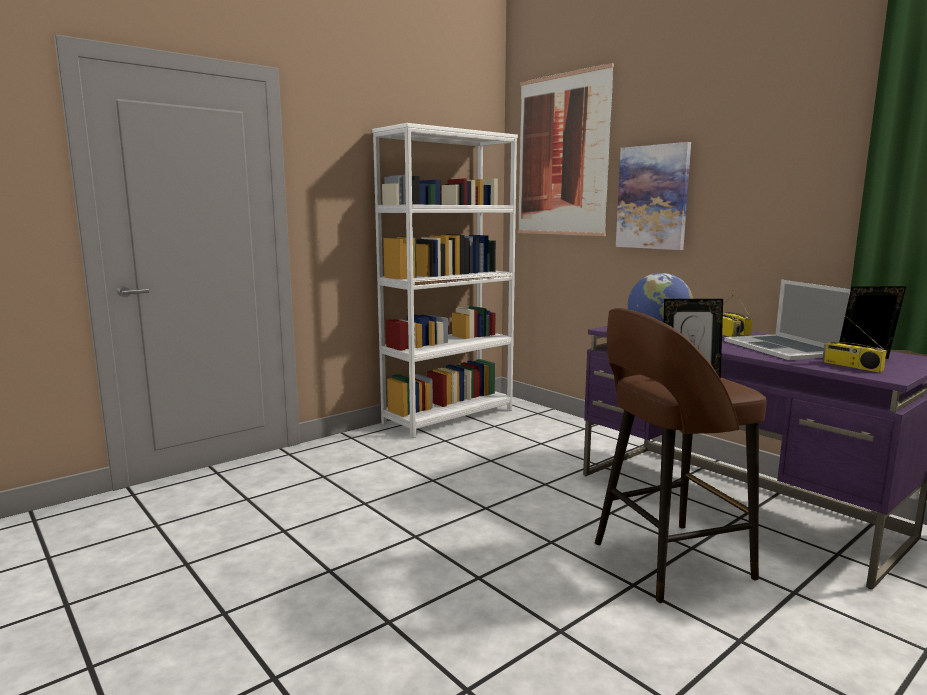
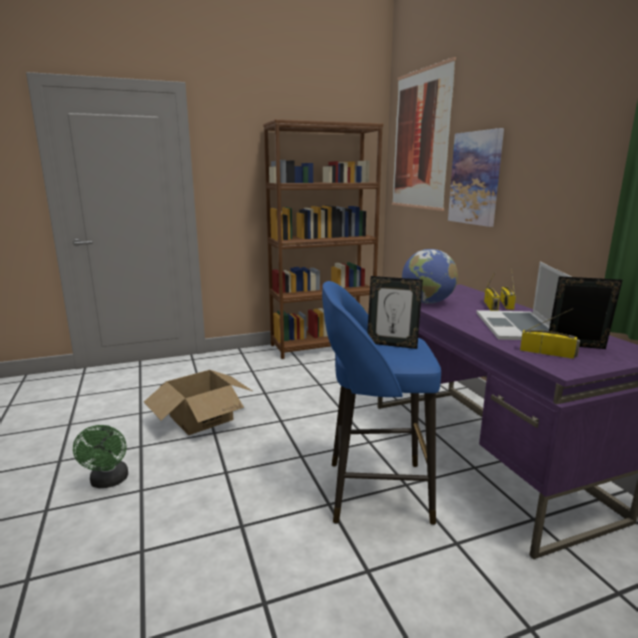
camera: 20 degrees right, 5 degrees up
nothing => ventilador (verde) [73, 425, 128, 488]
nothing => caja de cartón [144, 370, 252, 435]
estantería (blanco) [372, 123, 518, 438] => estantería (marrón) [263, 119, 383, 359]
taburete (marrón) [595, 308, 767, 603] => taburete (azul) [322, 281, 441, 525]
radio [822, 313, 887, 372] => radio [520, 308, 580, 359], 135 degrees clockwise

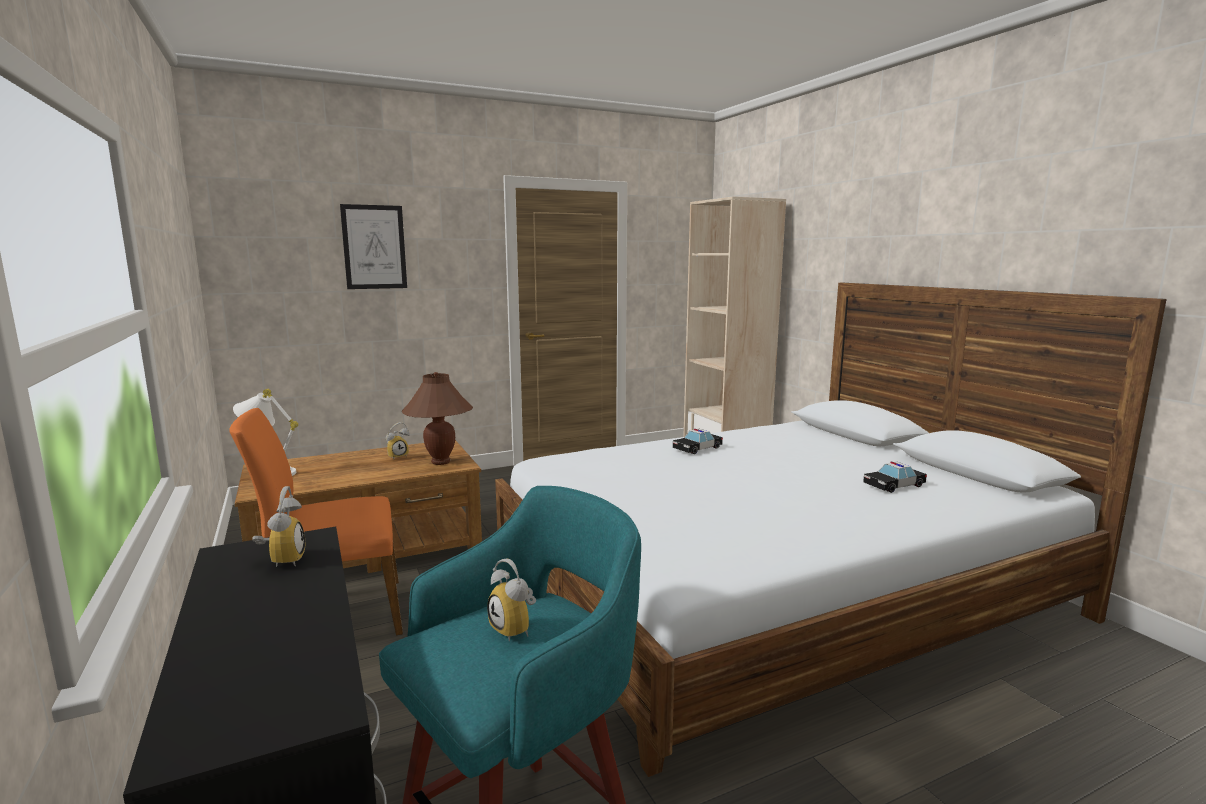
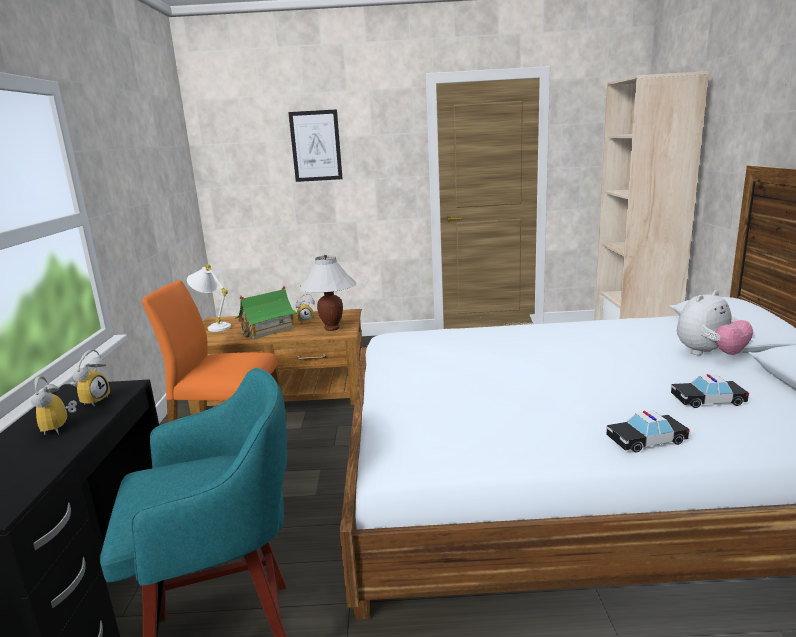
camera: 25 degrees right, 5 degrees up
despertador [487, 558, 536, 641] => despertador [31, 376, 77, 435], move
nothing => casita [235, 286, 297, 339]
lámpara de mesa (marrón) [402, 372, 473, 465] => lámpara de mesa (blanco) [299, 255, 356, 331]
coche de juguete [673, 429, 723, 454] => coche de juguete [606, 411, 689, 453], move
nothing => peluche [677, 290, 753, 355]

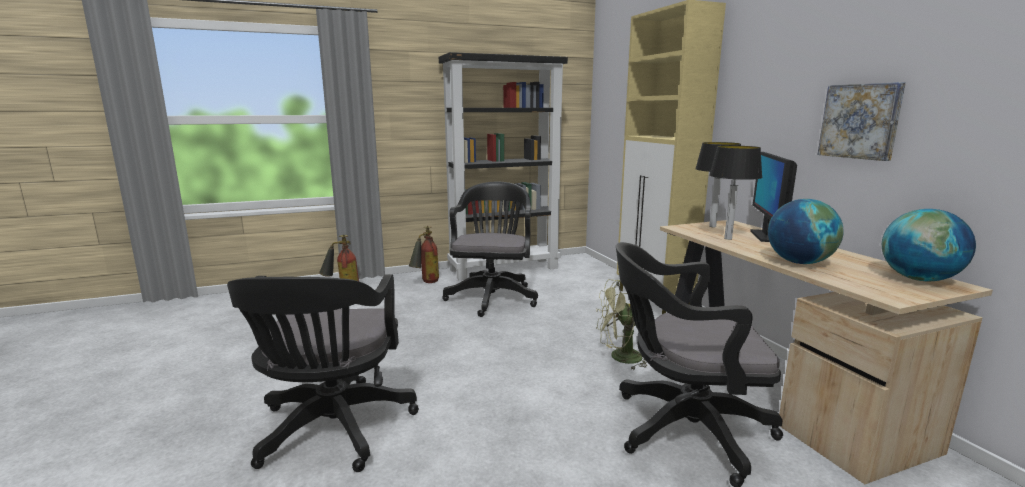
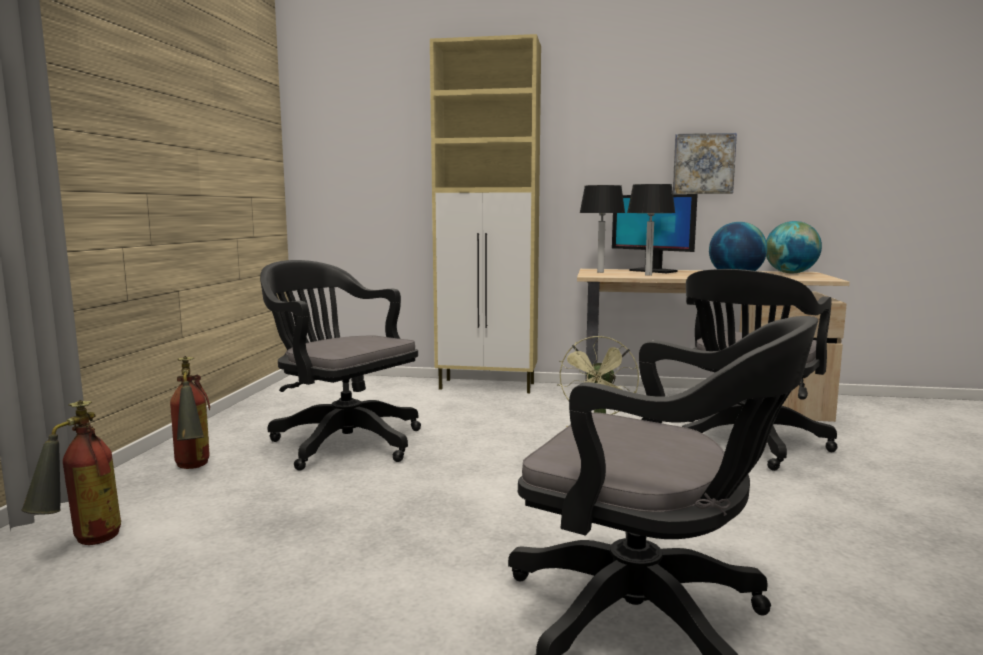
camera: 60 degrees left, 5 degrees down
estantería (negro) [439, 52, 568, 280] => nothing

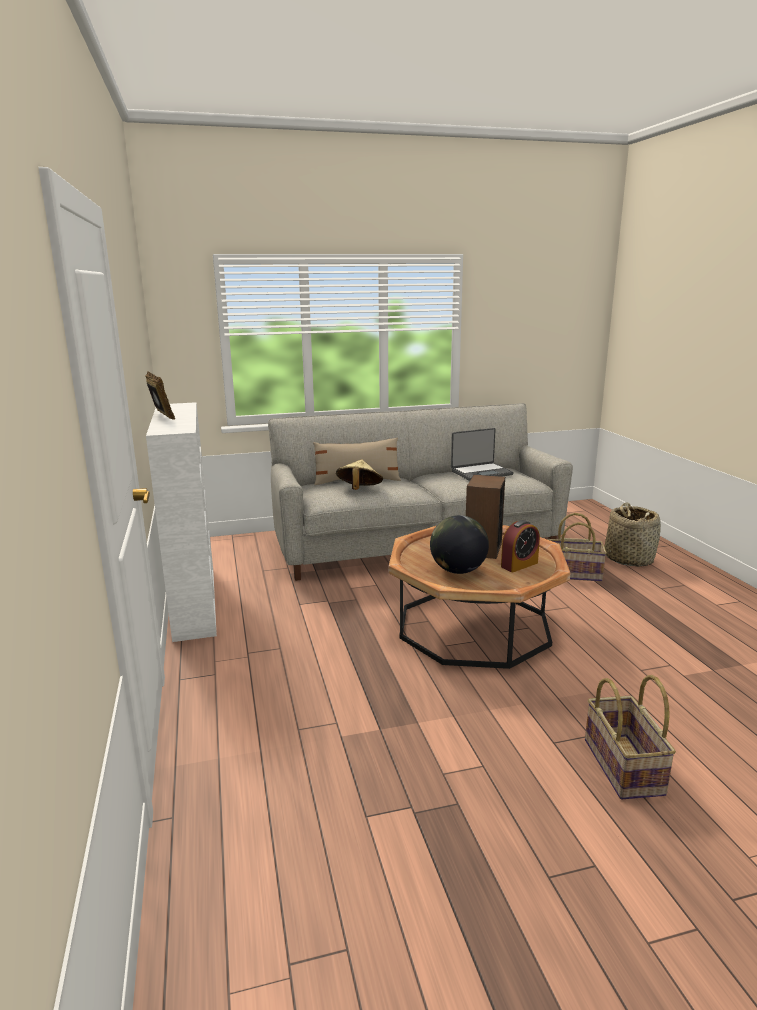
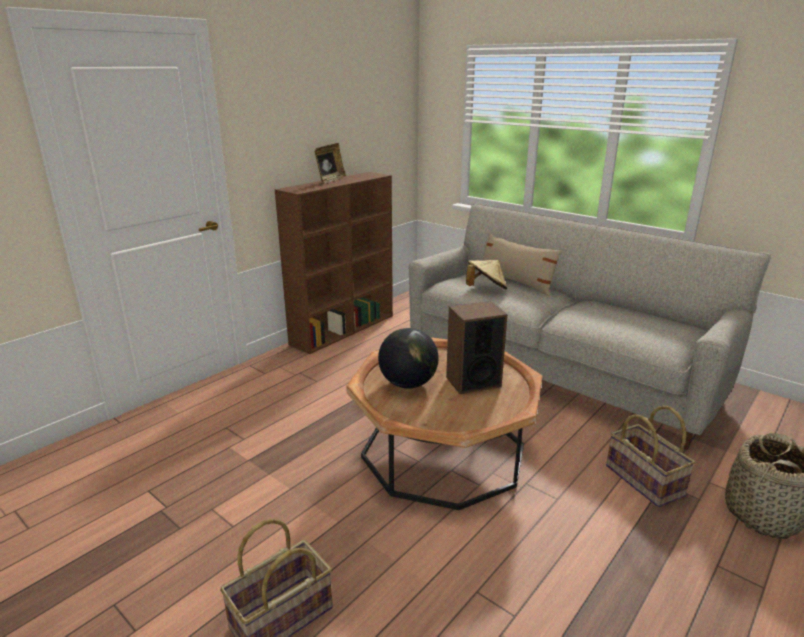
camera: 55 degrees right, 5 degrees up
estantería (blanco) [146, 402, 217, 642] => estantería (marrón) [275, 172, 393, 354]
portátil [451, 428, 514, 481] => nothing
despertador [501, 520, 540, 572] => nothing

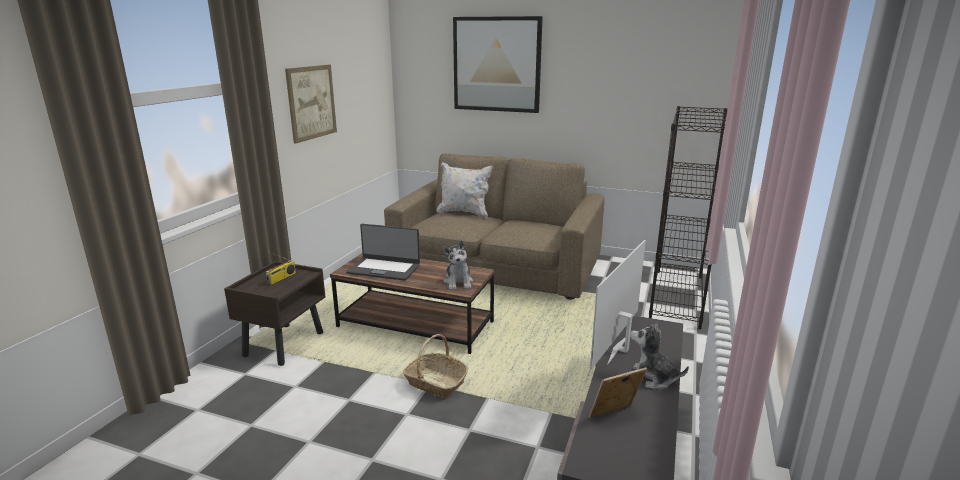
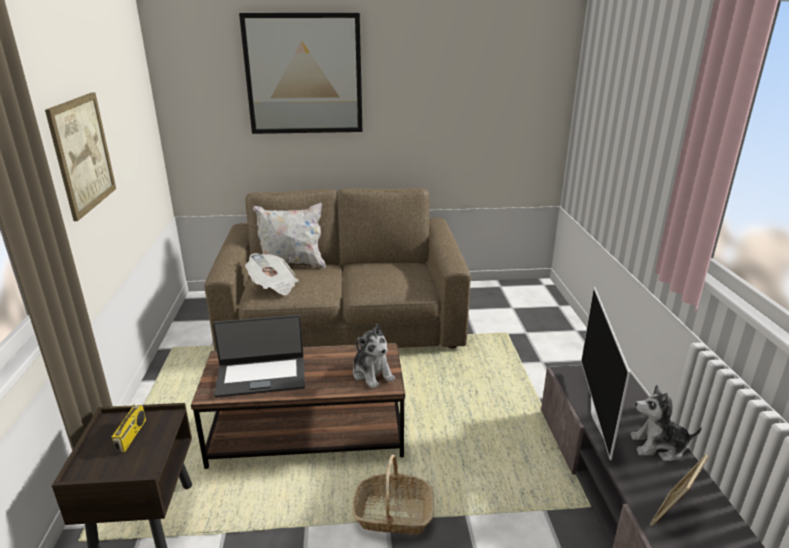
camera: 25 degrees left, 5 degrees up
nothing => periódico [245, 253, 299, 295]
estantería (negro) [649, 106, 728, 329] => nothing

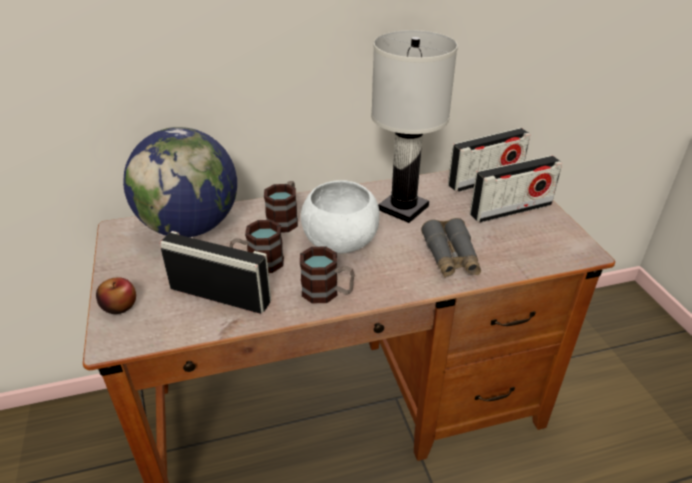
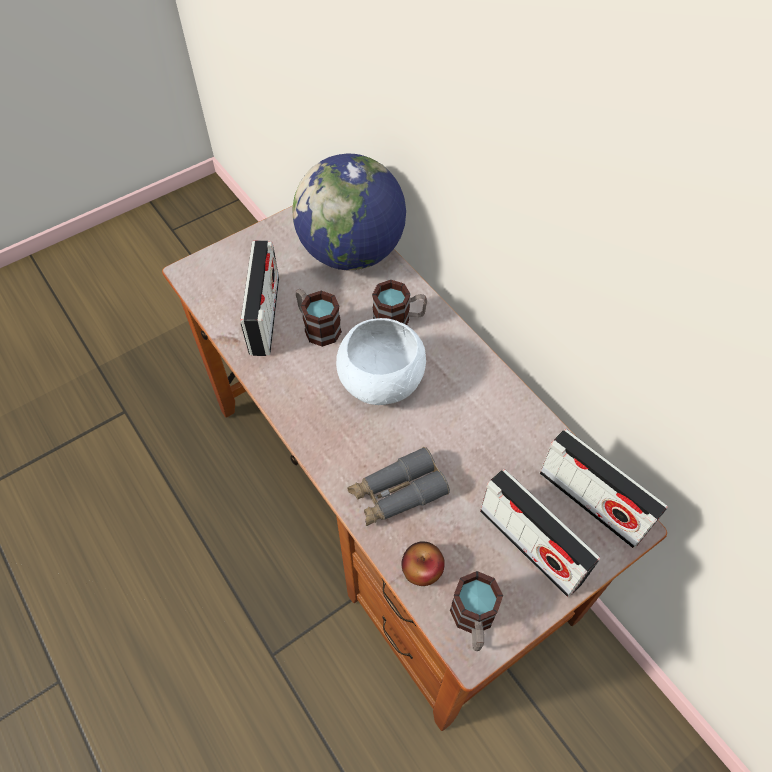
camera: 70 degrees right, 20 degrees up
manzana [96, 277, 136, 314] => manzana [402, 542, 445, 586], move
taza grande [300, 246, 355, 303] => taza grande [450, 571, 503, 651], move
lámpara de mesa (blanco) [371, 30, 458, 223] => nothing

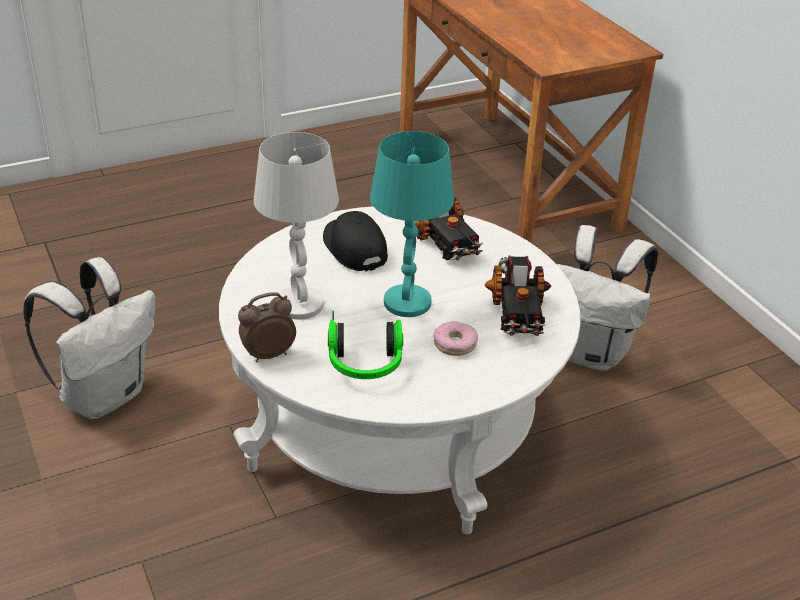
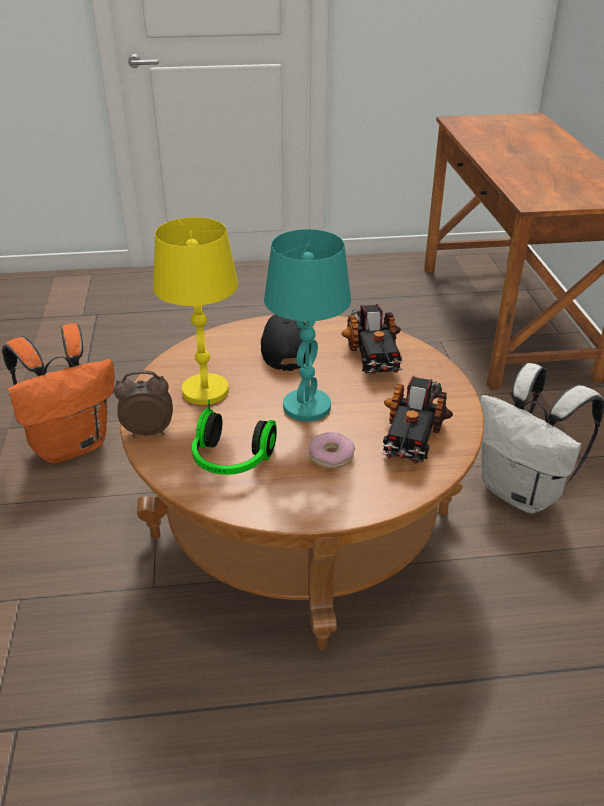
camera: 20 degrees right, 0 degrees up
mochila (blanco) [23, 257, 155, 419] => mochila (naranja) [2, 324, 115, 463]
mesa de centro (blanco) [219, 207, 581, 534] => mesa de centro (marrón) [120, 315, 484, 650]
lámpara de mesa (blanco) [254, 132, 339, 320] => lámpara de mesa (amarillo) [153, 217, 238, 405]

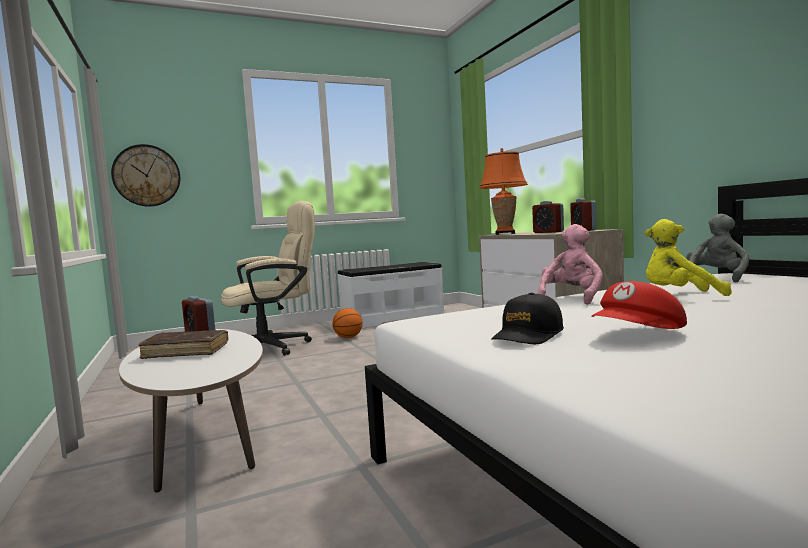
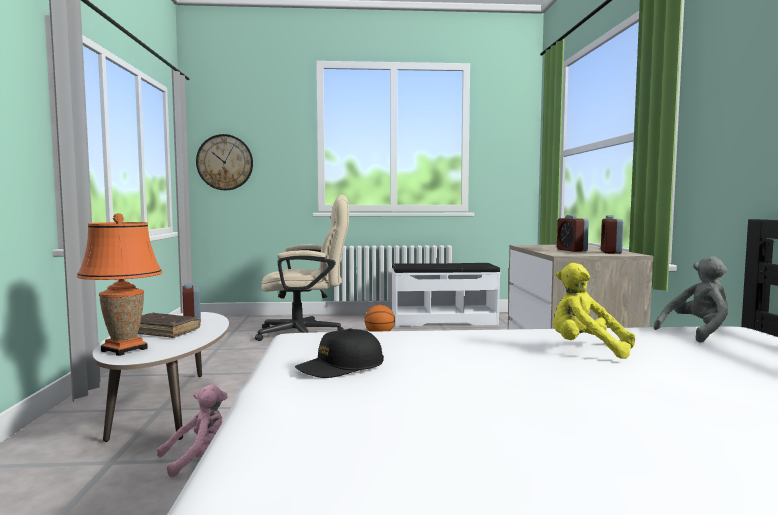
camera: 20 degrees right, 0 degrees up
lámpara de mesa (naranja) [479, 148, 528, 235] => lámpara de mesa (naranja) [77, 213, 163, 356], move
peluche (rosa) [538, 224, 603, 305] => peluche (rosa) [157, 385, 228, 478], move
gorra (rojo) [591, 281, 687, 329] => nothing

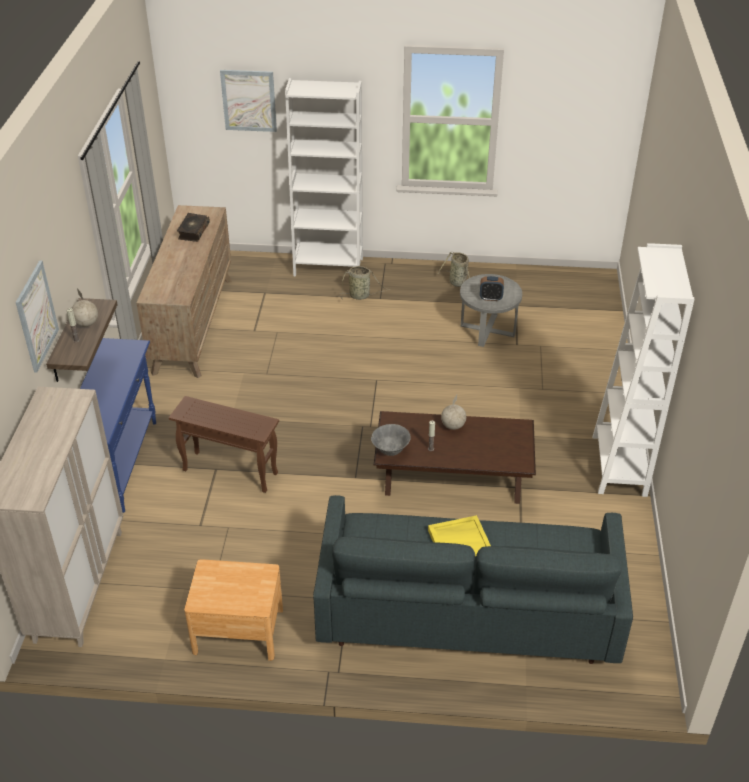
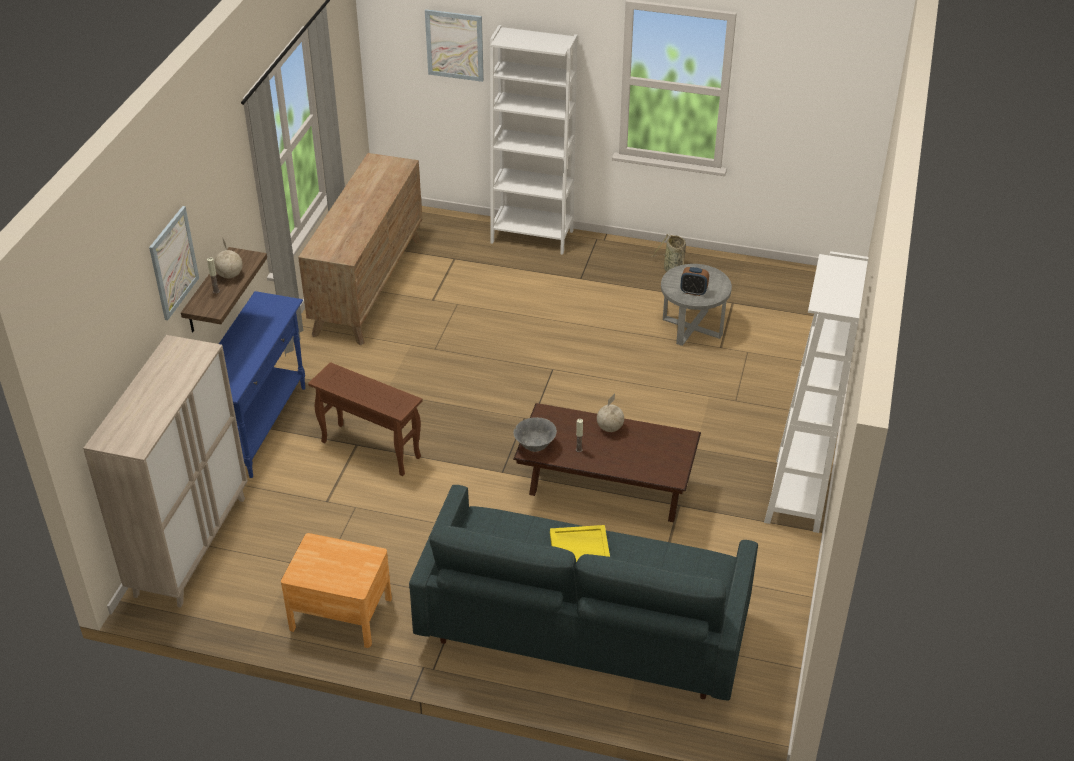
camera: 10 degrees right, 0 degrees up
libro [177, 213, 210, 242] => nothing
cesta [338, 266, 390, 300] => nothing

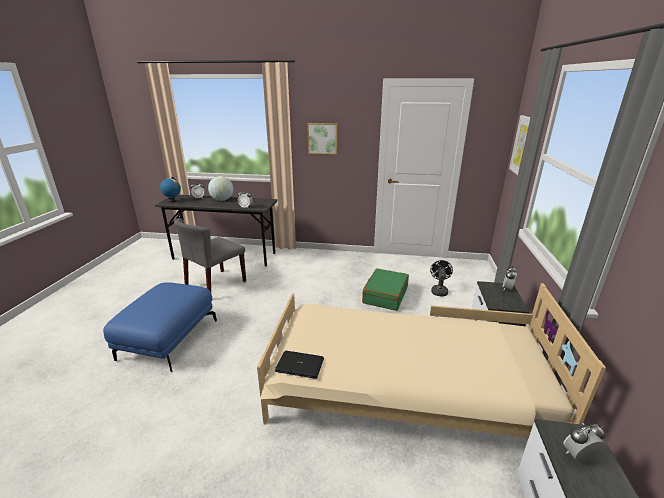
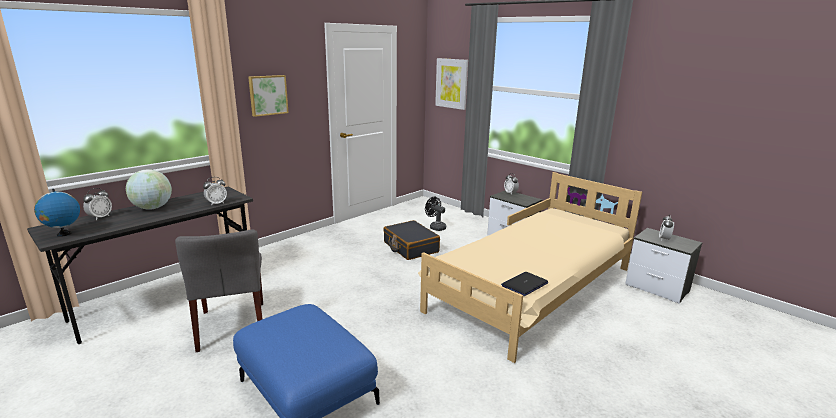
camera: 55 degrees left, 5 degrees down
maleta (verde) [362, 268, 409, 311] => maleta (negro) [383, 220, 440, 260]

